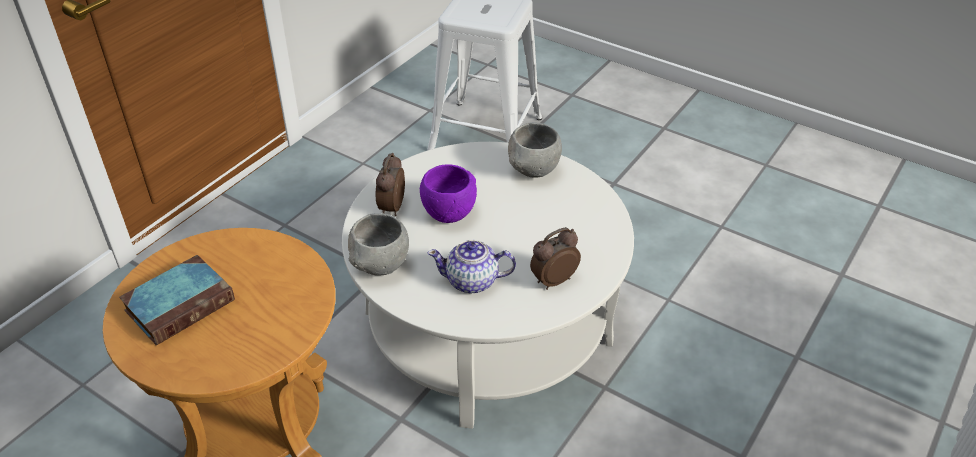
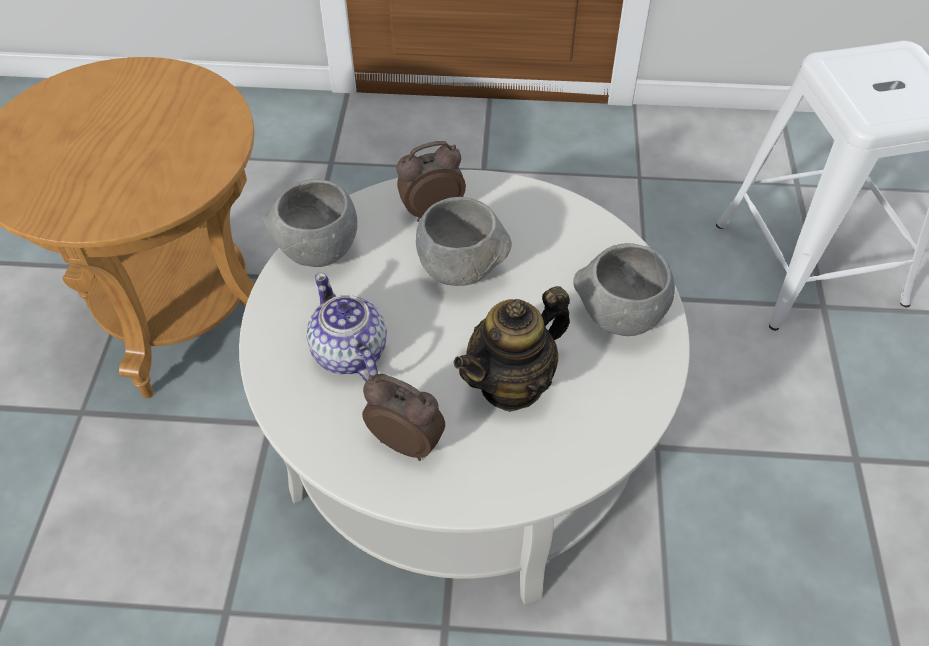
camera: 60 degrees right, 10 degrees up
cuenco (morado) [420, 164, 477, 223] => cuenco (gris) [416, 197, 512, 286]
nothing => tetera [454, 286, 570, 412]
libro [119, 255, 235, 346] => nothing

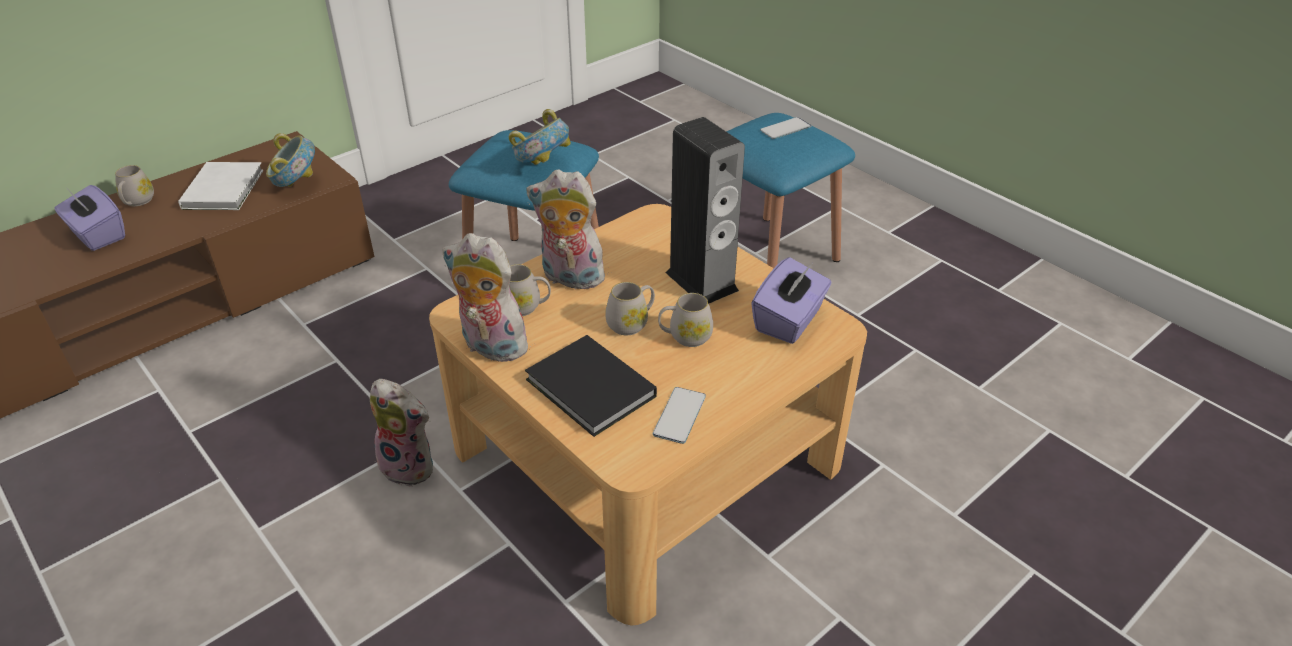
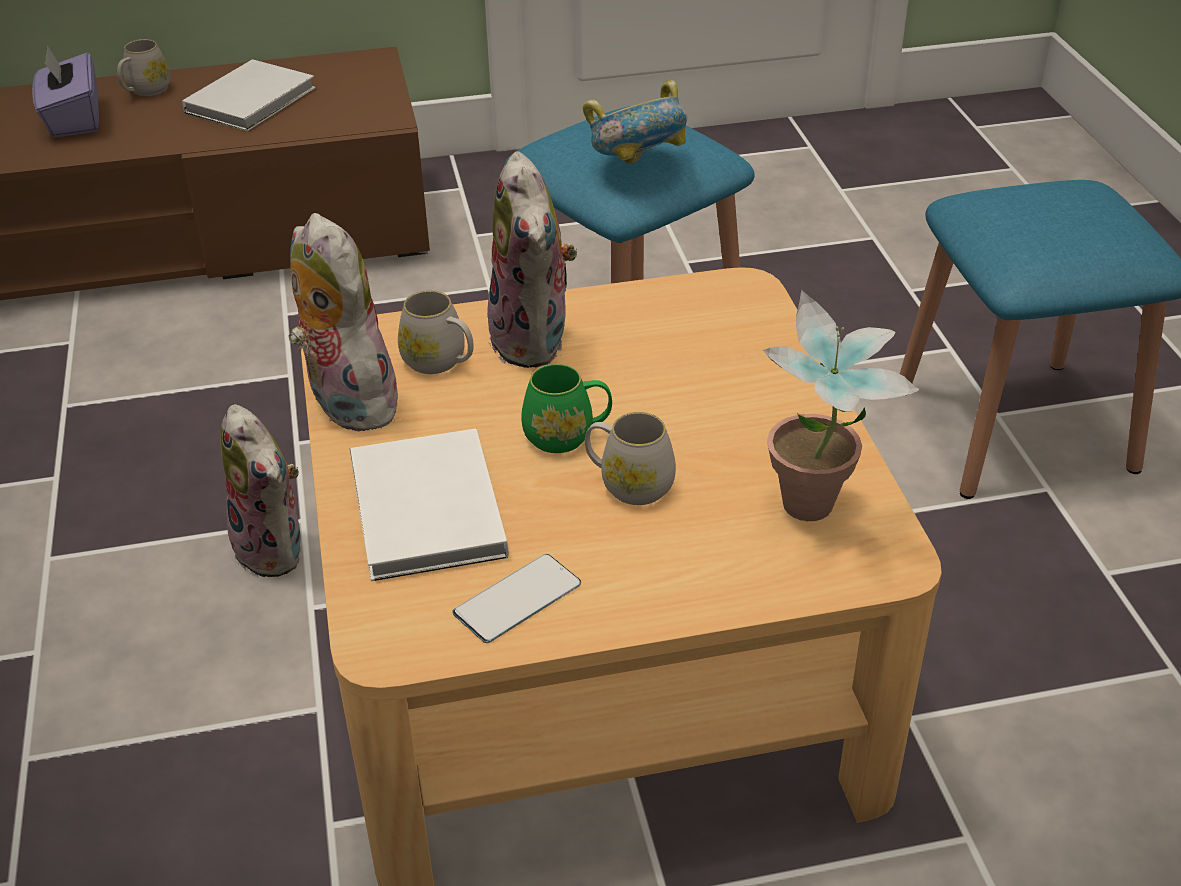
camera: 30 degrees right, 0 degrees up
libro (negro) [525, 335, 657, 437] => libro (blanco) [350, 428, 508, 581]
peluche [526, 169, 605, 289] => peluche [486, 151, 578, 368], 150 degrees counterclockwise
taza grande (blanco) [605, 282, 655, 335] => taza grande (verde) [521, 364, 612, 453]
caja de pañuelos (morado) [751, 257, 832, 344] => planta en maceta [763, 290, 921, 521]
cuenco [266, 133, 315, 187] => nothing
altavoz [665, 117, 745, 304] => nothing
móvil [760, 117, 811, 139] => nothing

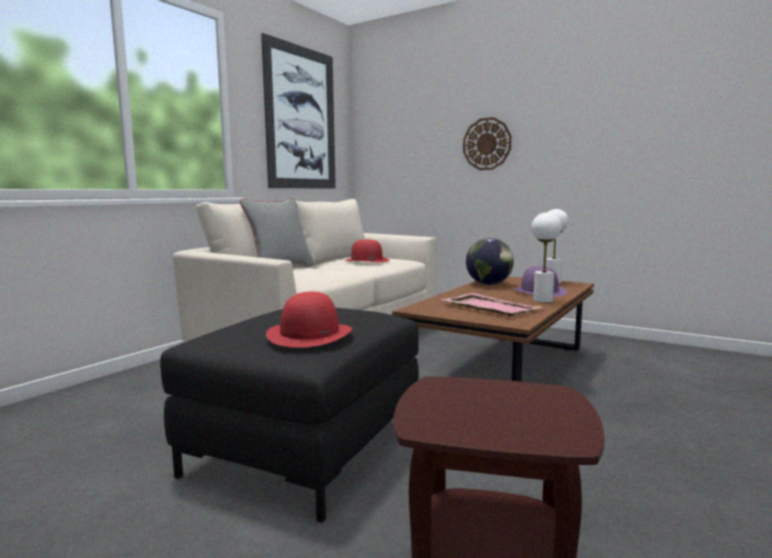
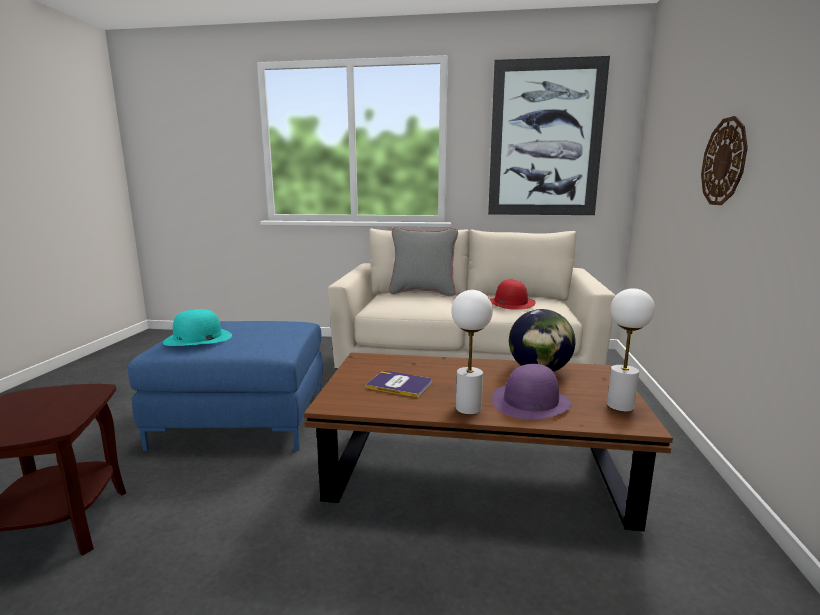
camera: 65 degrees right, 5 degrees up
puf (negro) [160, 308, 419, 523] => puf (azul) [128, 321, 323, 451]
sombrero (rojo) [266, 291, 352, 347] => sombrero (turquesa) [163, 309, 232, 346]
bandeja (rosa) [440, 293, 541, 317] => libro [365, 371, 432, 398]

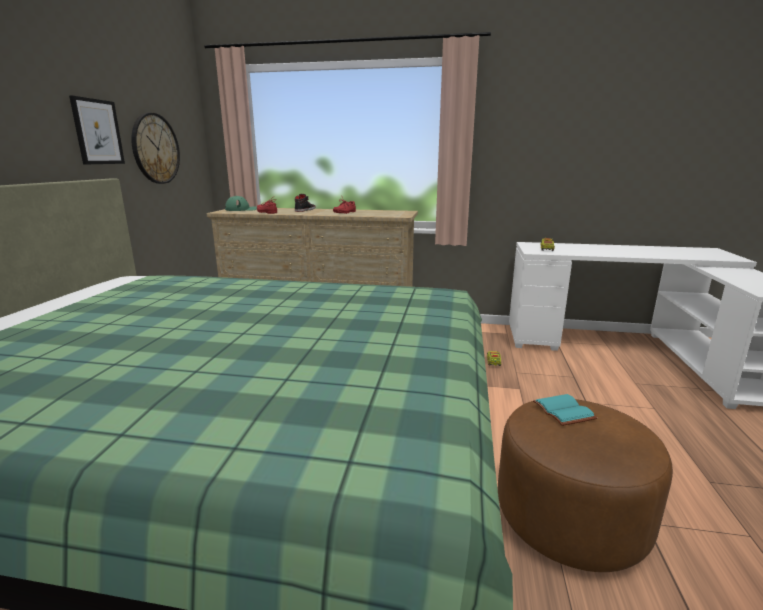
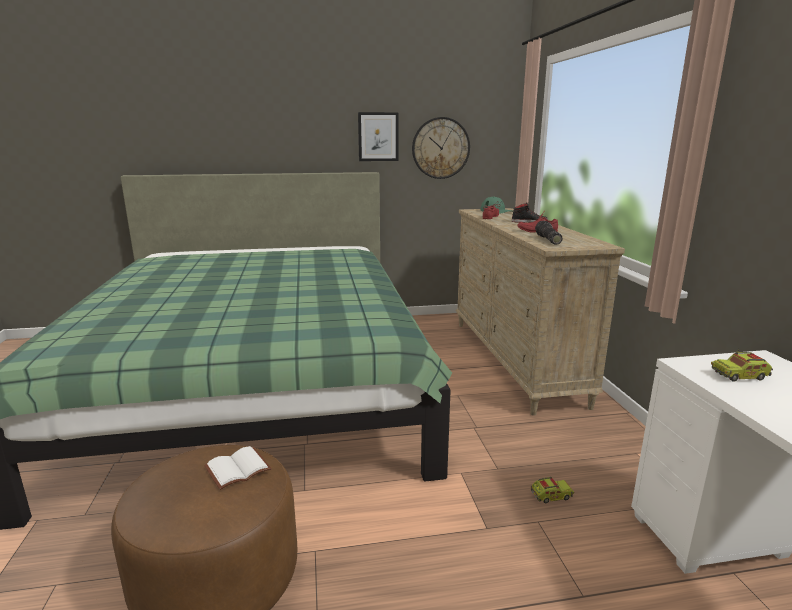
camera: 70 degrees right, 0 degrees up
libro (turquesa) [533, 394, 597, 426] => libro (blanco) [204, 446, 272, 490]
nothing => linterna [535, 221, 563, 245]

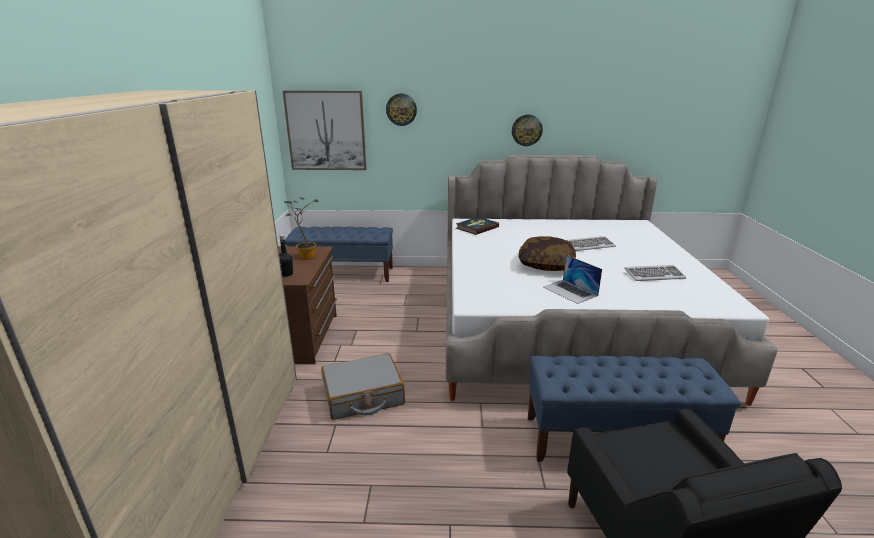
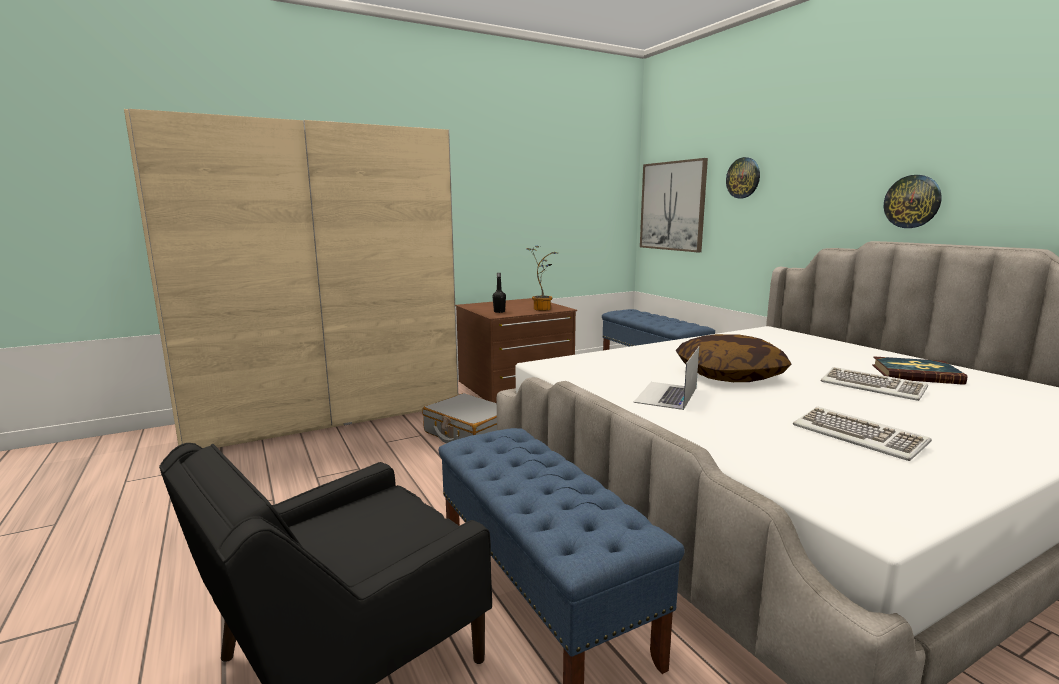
camera: 60 degrees right, 10 degrees down
libro [456, 217, 499, 235] => libro [872, 356, 967, 385], move

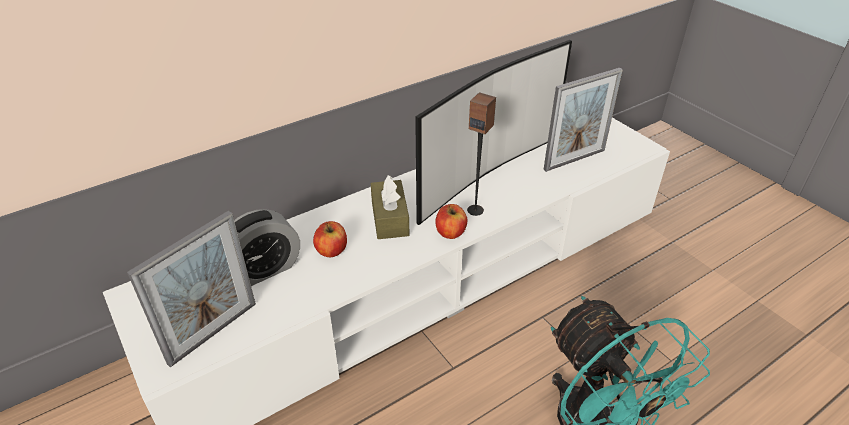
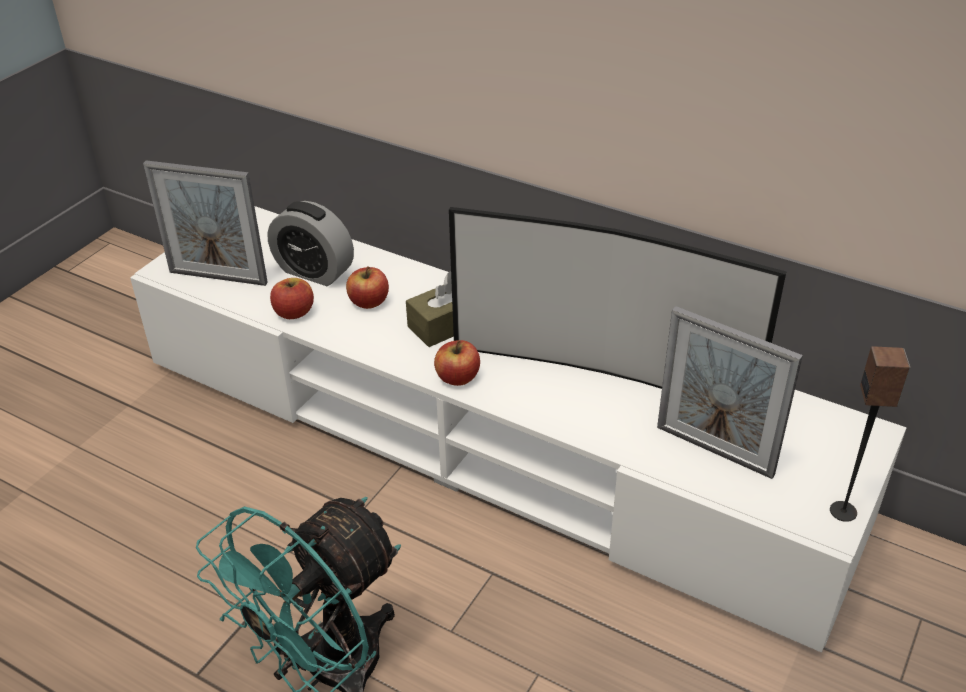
camera: 65 degrees right, 0 degrees up
nothing => manzana [270, 278, 314, 319]
altavoz [467, 92, 496, 216] => altavoz [830, 346, 910, 522], move

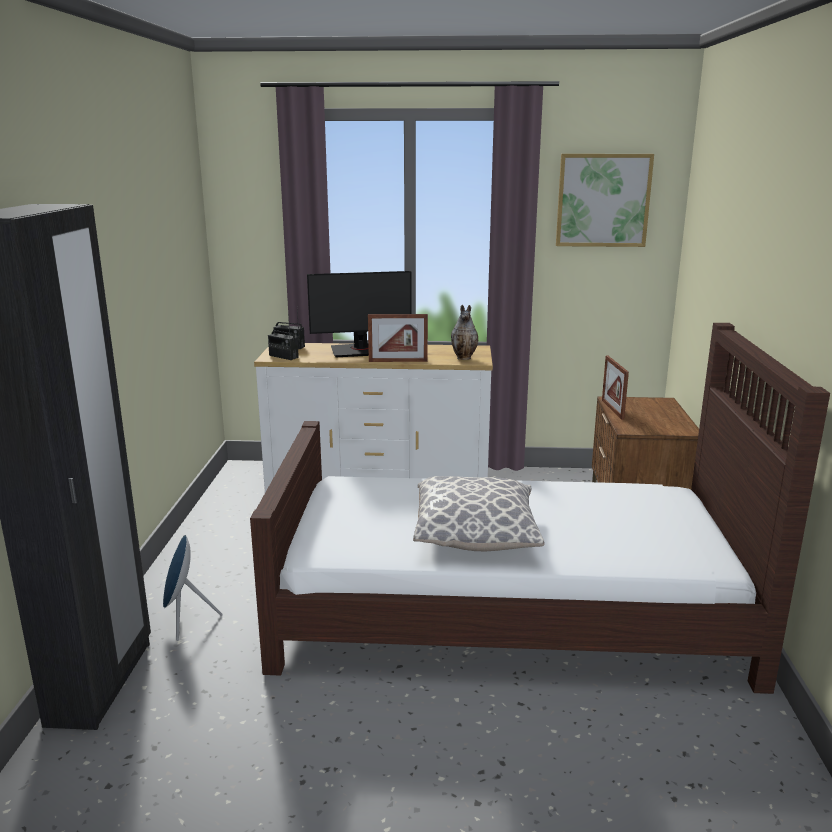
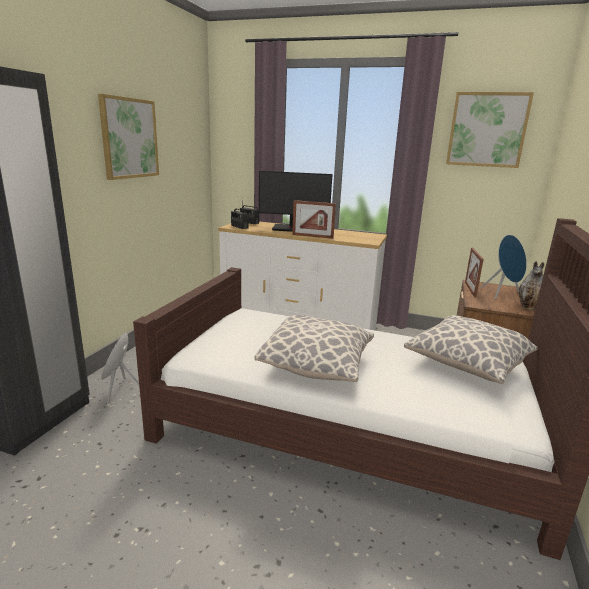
camera: 15 degrees right, 0 degrees up
nothing => cuadro [98, 94, 159, 180]
nothing => cojín [404, 315, 538, 384]
nothing => altavoz (azul) [481, 235, 527, 299]
florero [451, 305, 478, 360] => florero [519, 261, 544, 310], move

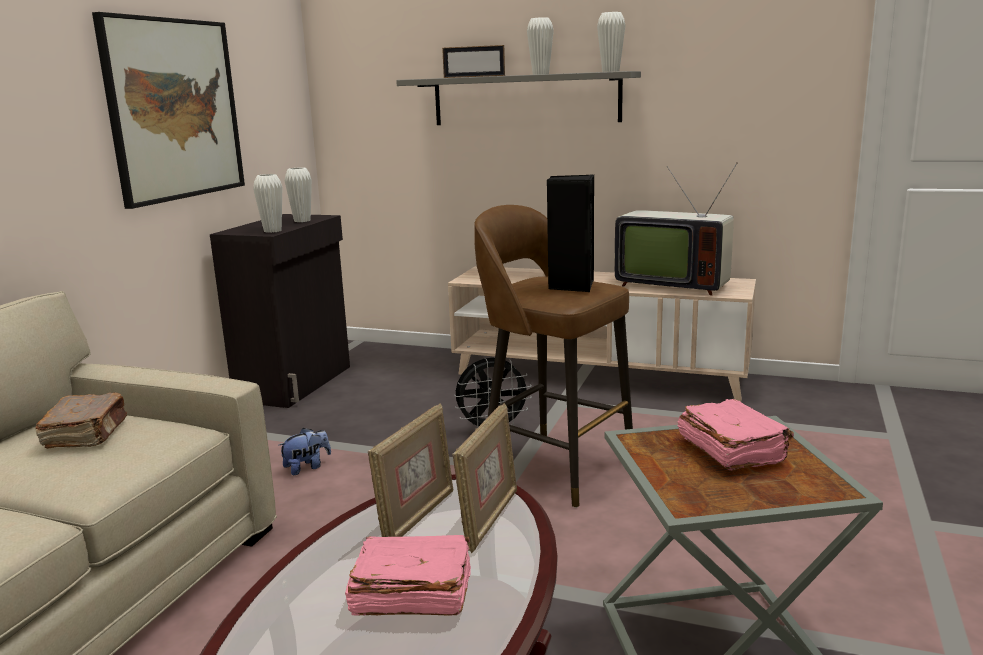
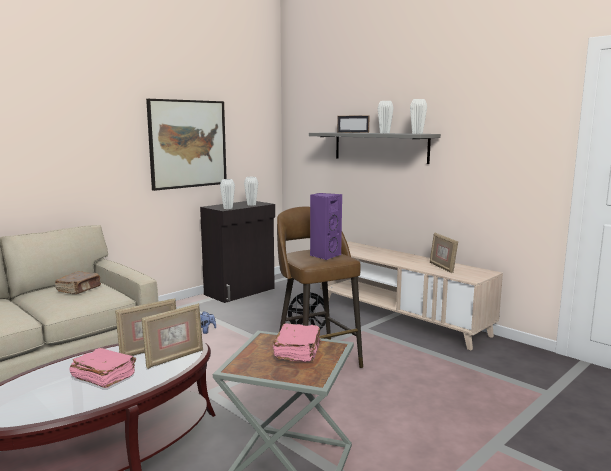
camera: 25 degrees right, 5 degrees down
altavoz (negro) [547, 175, 594, 292] => altavoz (morado) [310, 193, 342, 260]
televisor [615, 162, 738, 295] => portarretratos [430, 232, 458, 273]

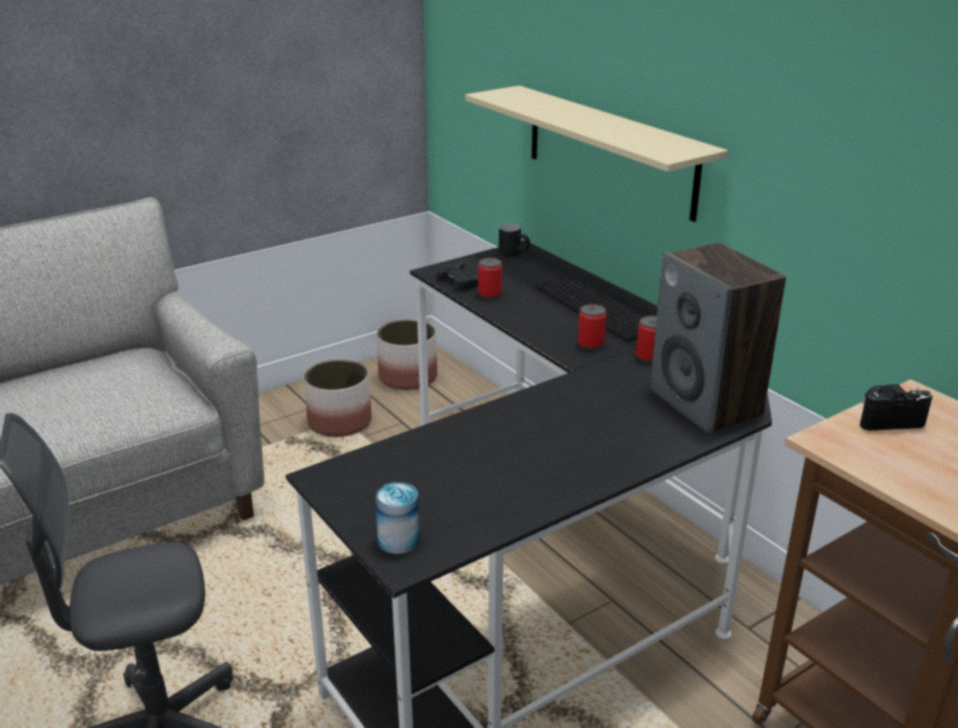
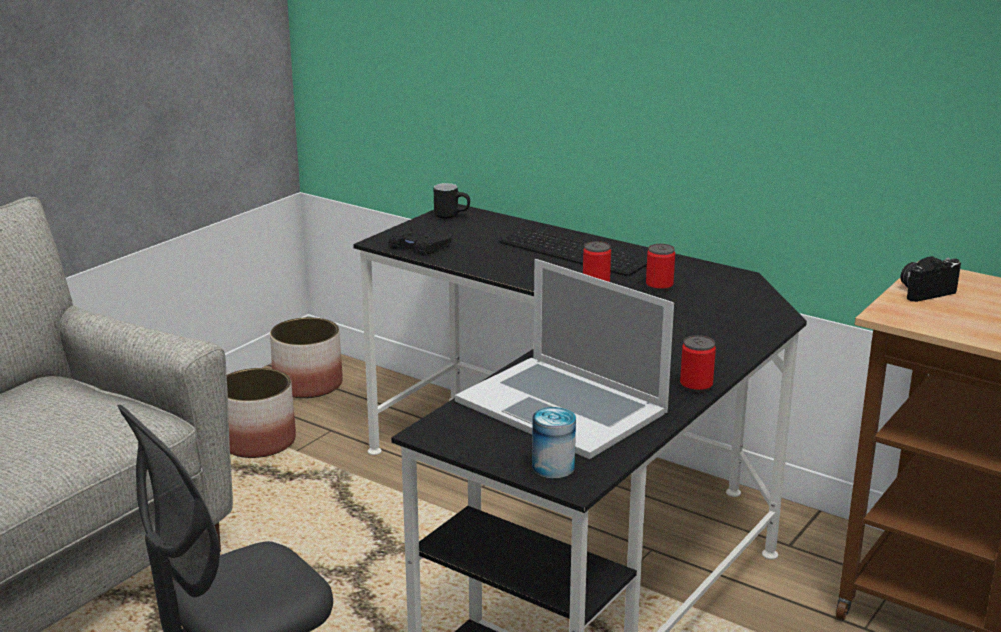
camera: 20 degrees left, 5 degrees down
nothing => portátil [455, 259, 674, 459]
lata [478, 258, 502, 299] => lata [680, 335, 716, 393], move
estante (beis) [465, 86, 728, 222] => nothing
altavoz [650, 243, 786, 433] => nothing

